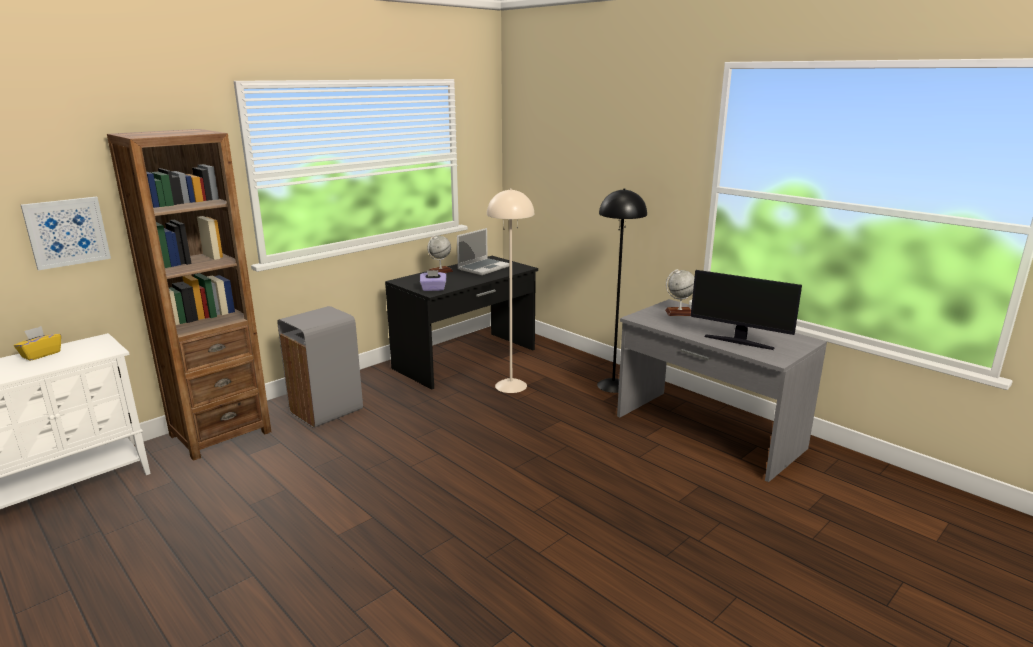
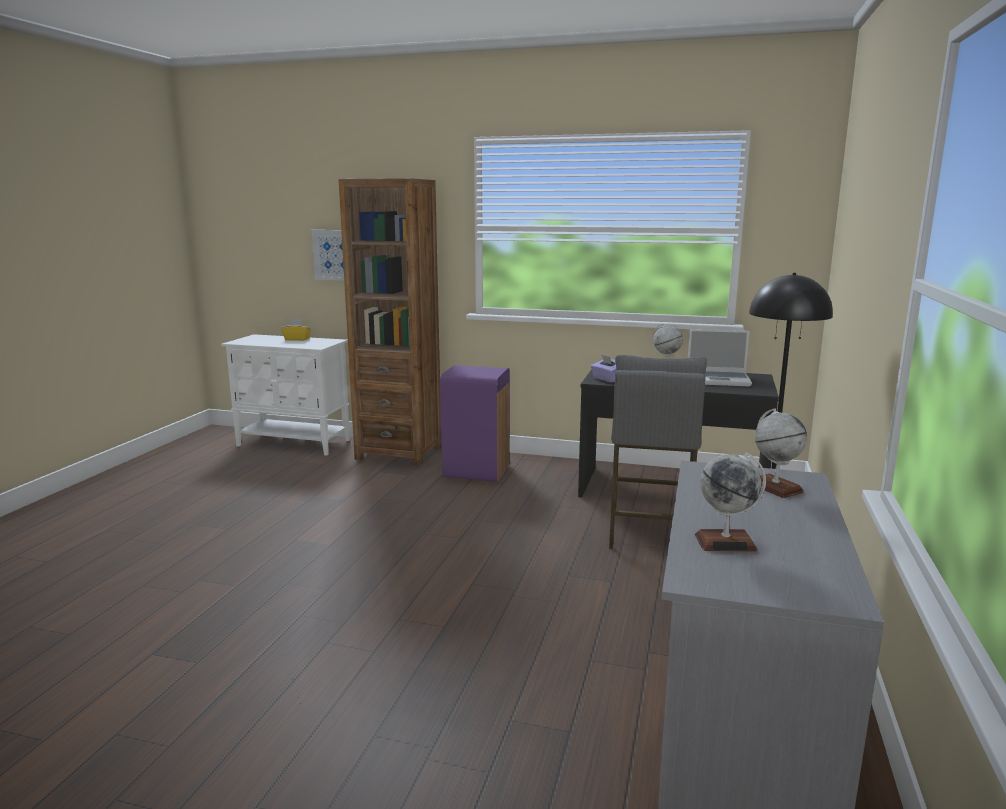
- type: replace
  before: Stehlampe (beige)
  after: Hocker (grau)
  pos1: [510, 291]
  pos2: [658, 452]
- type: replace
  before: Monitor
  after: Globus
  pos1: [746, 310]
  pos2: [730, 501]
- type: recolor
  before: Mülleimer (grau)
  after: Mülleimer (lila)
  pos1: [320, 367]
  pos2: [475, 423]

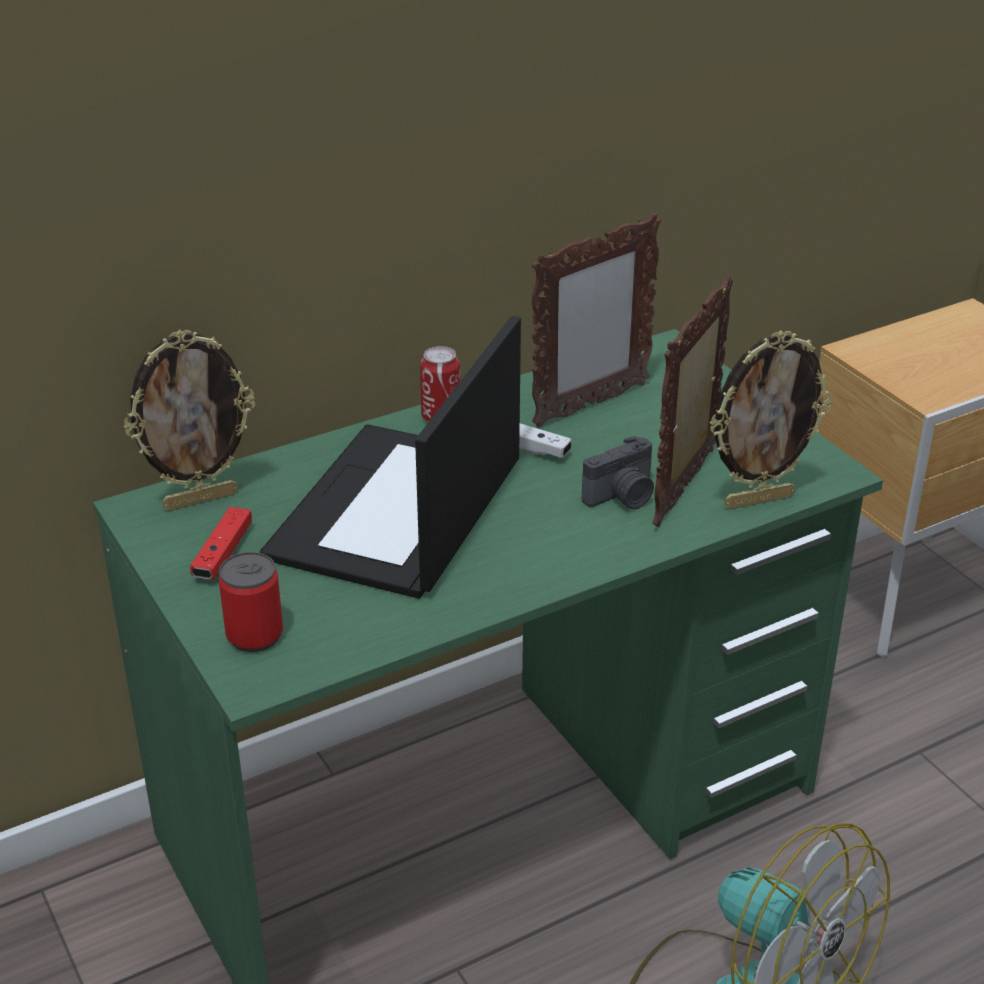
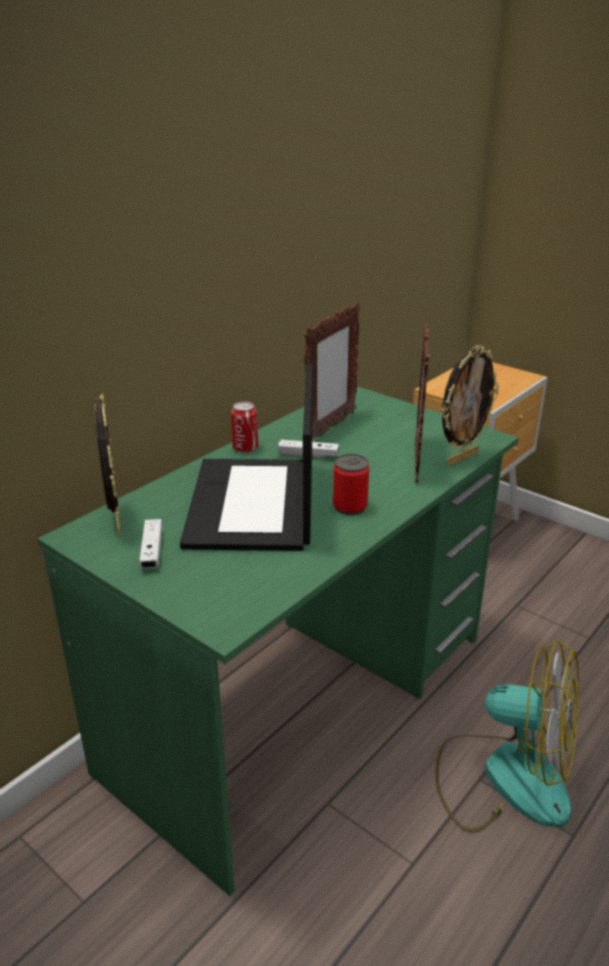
- type: rotate
  before: Bilderrahmen
  pos1: [189, 420]
  pos2: [107, 464]
  turn: -60
- type: delete
  before: Kamera
  pos1: [618, 473]
- type: recolor
  before: Gamepad (rot)
  after: Gamepad (weiß)
  pos1: [221, 543]
  pos2: [150, 544]
- type: move
  before: Dose
  pos1: [251, 602]
  pos2: [351, 484]

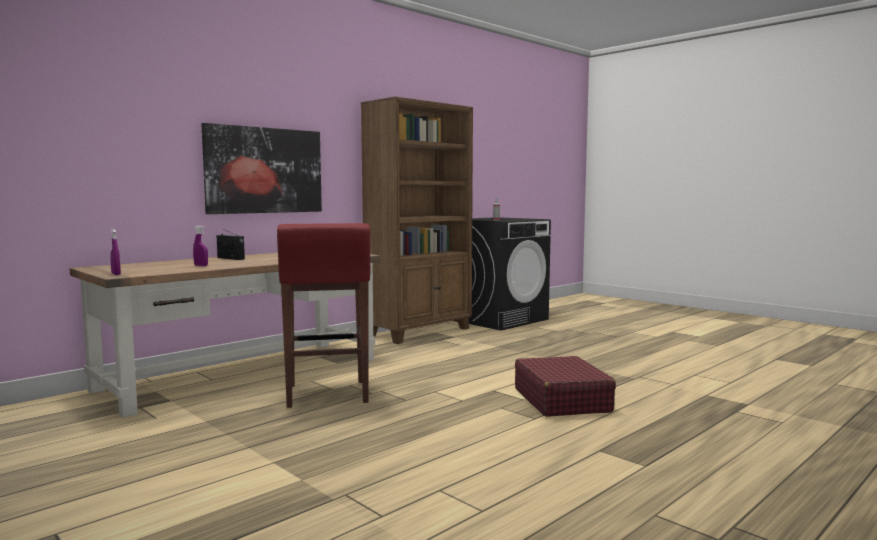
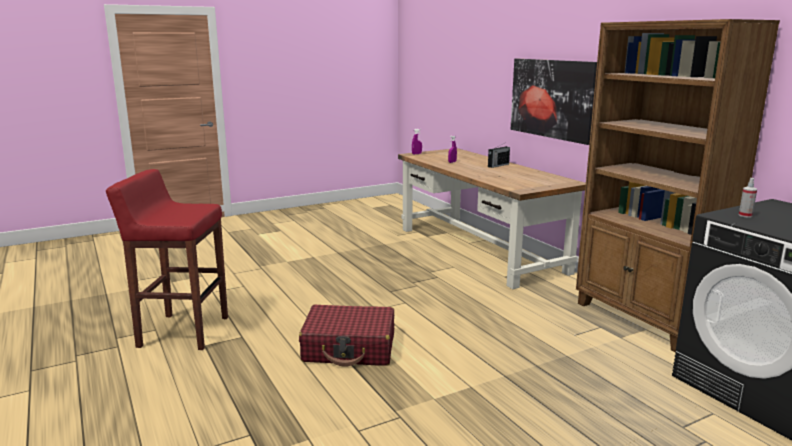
- type: move
  before: Hocker (rot)
  pos1: [324, 315]
  pos2: [167, 259]

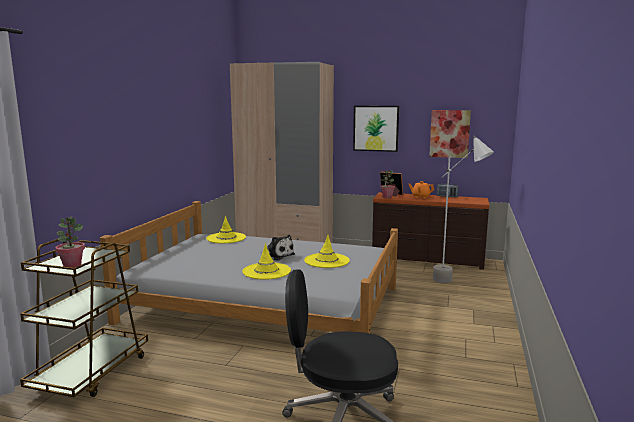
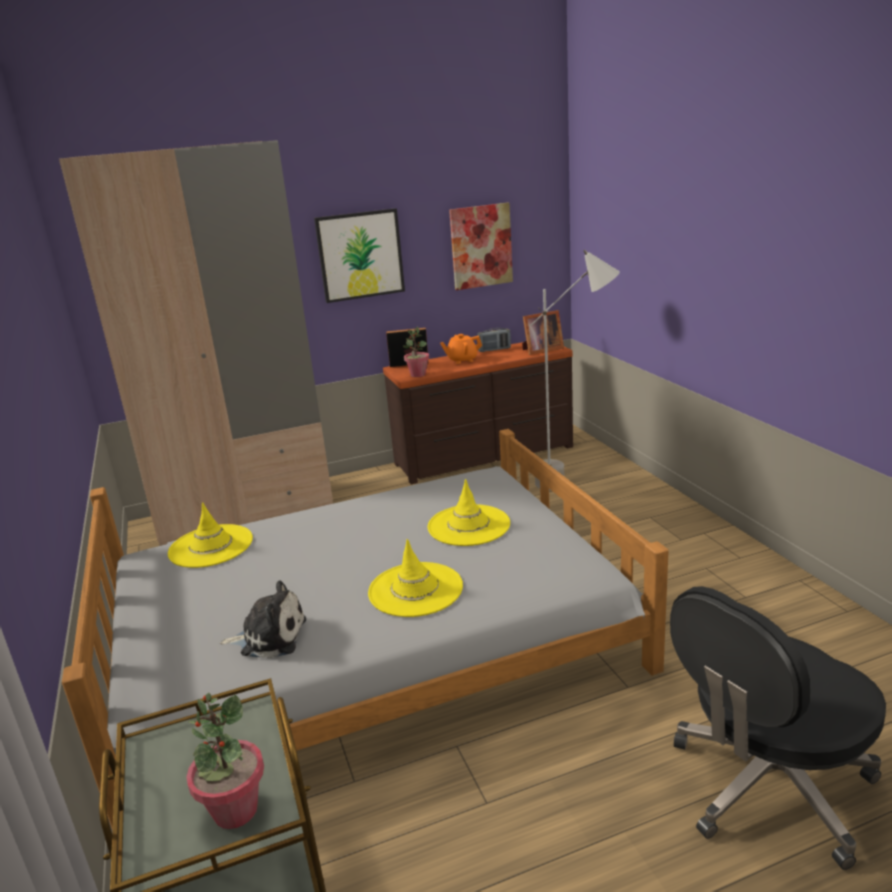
- type: move
  before: Plüschtier
  pos1: [278, 248]
  pos2: [263, 619]
- type: insert
  after: Bilderrahmen
  pos2: [543, 332]

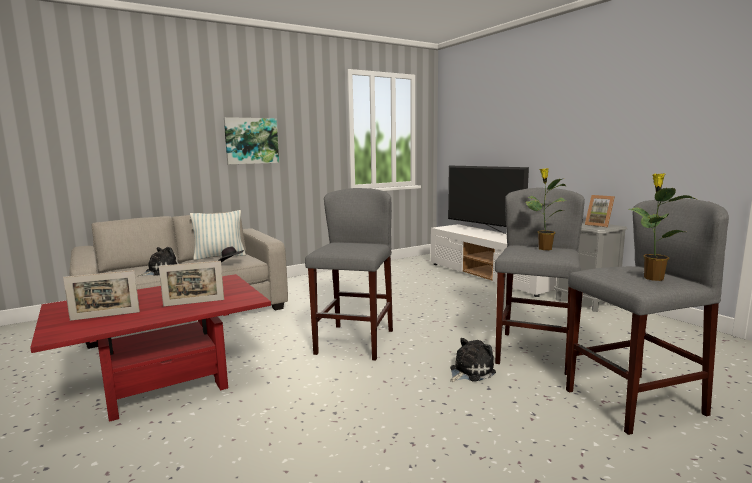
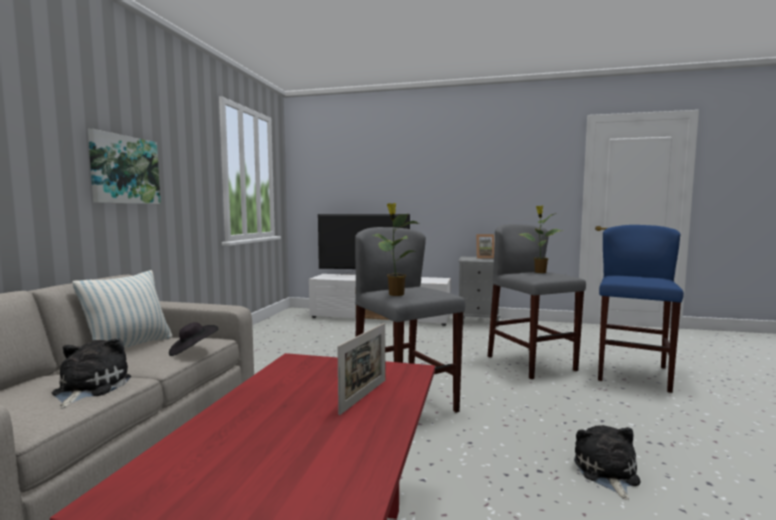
- type: move
  before: Topfpflanze
  pos1: [661, 227]
  pos2: [395, 249]
- type: recolor
  before: Hocker (grau)
  after: Hocker (blau)
  pos1: [647, 316]
  pos2: [641, 309]
- type: delete
  before: Bilderrahmen
  pos1: [101, 295]
- type: move
  before: Plüschtier
  pos1: [473, 360]
  pos2: [607, 462]

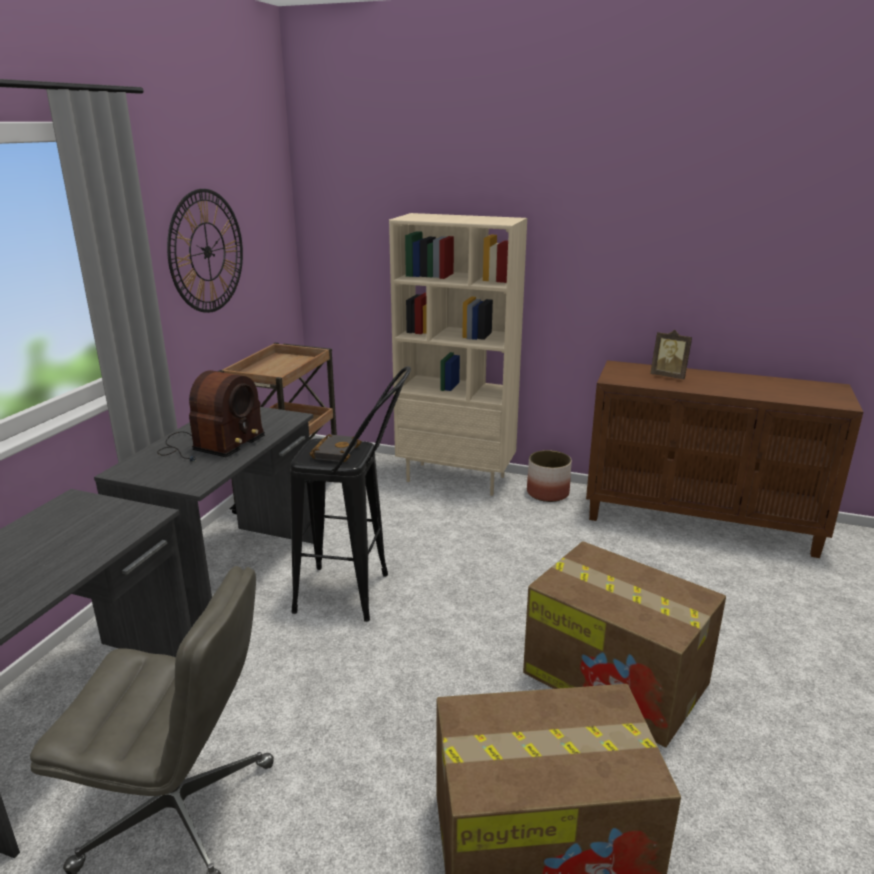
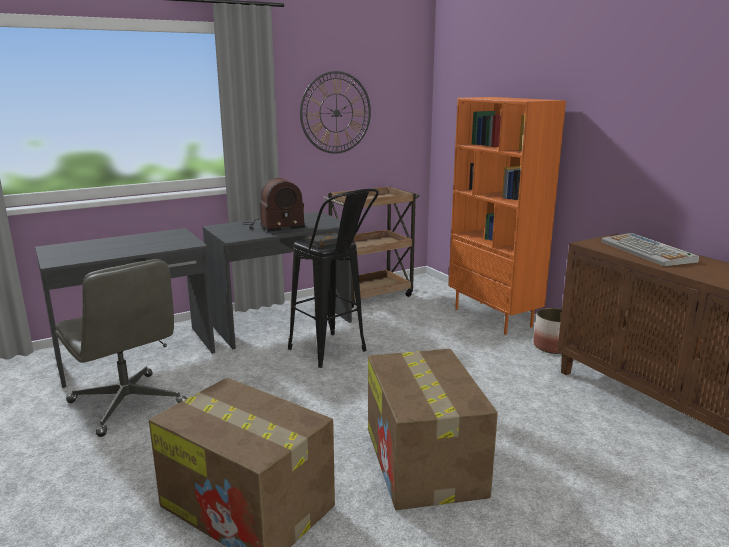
- type: recolor
  before: Bücherregal (beige)
  after: Bücherregal (orange)
  pos1: [458, 354]
  pos2: [507, 216]
- type: replace
  before: Bilderrahmen
  after: Tastatur
  pos1: [671, 355]
  pos2: [650, 249]

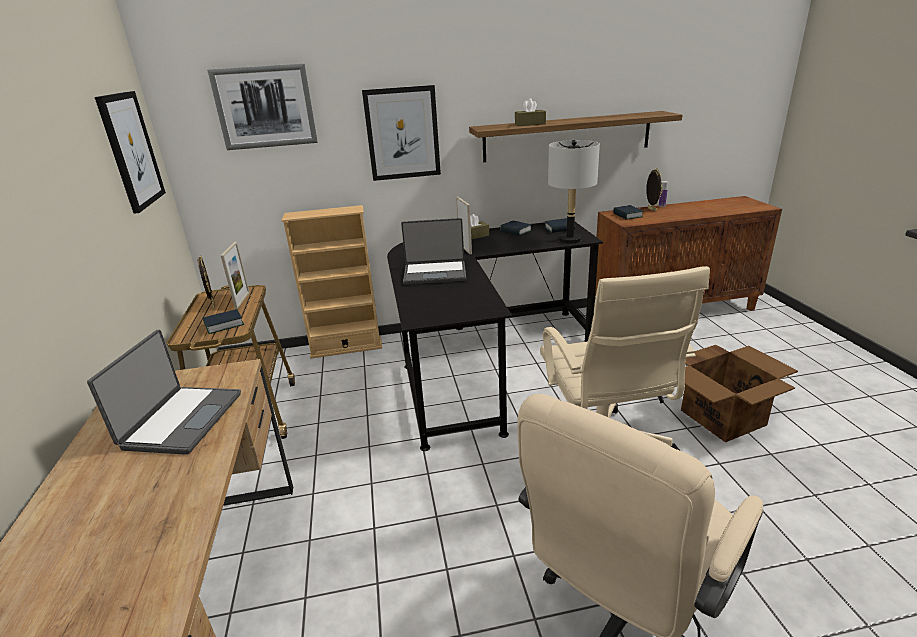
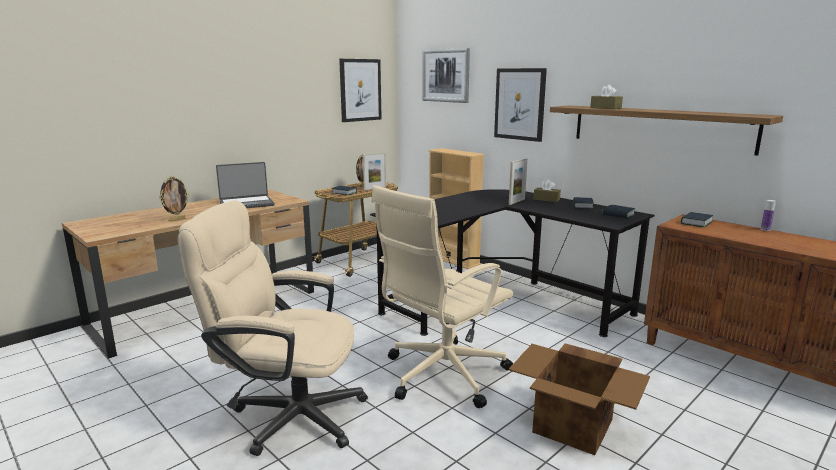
- type: delete
  before: Tischlampe (grau)
  pos1: [574, 192]
- type: move
  before: Bilderrahmen
  pos1: [654, 190]
  pos2: [174, 198]
- type: delete
  before: Laptop
  pos1: [433, 251]

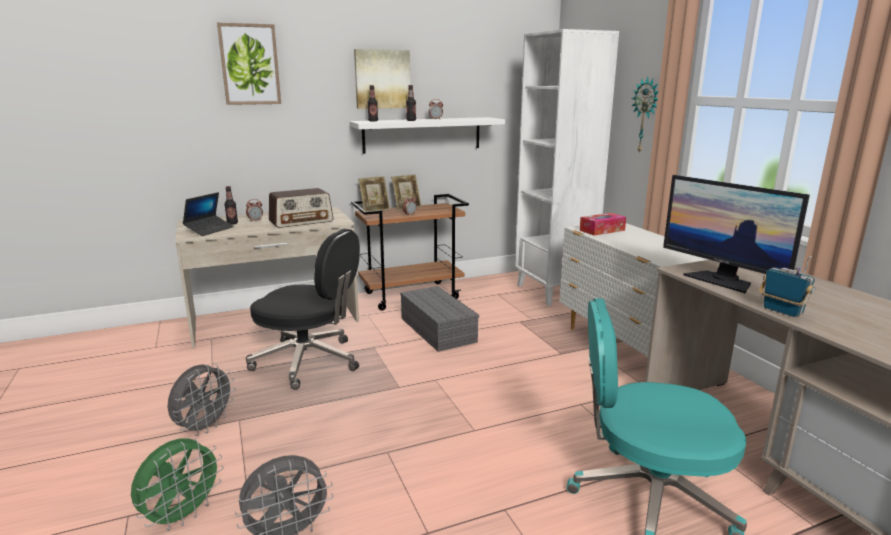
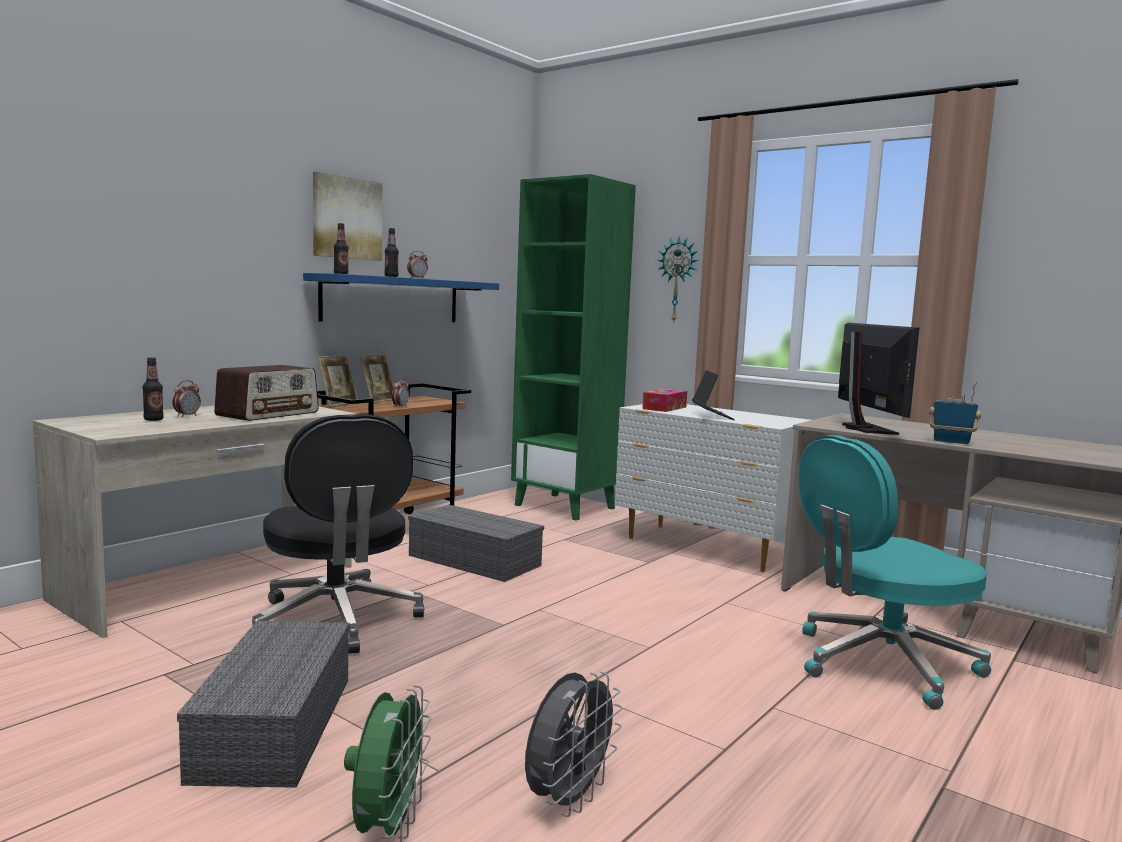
- type: delete
  before: Bild
  pos1: [249, 64]
- type: recolor
  before: Bücherregal (weiß)
  after: Bücherregal (grün)
  pos1: [567, 167]
  pos2: [573, 347]
- type: recolor
  before: Wandregal (weiß)
  after: Wandregal (blau)
  pos1: [427, 135]
  pos2: [401, 297]
- type: rotate
  before: Monitor
  pos1: [736, 234]
  pos2: [878, 379]
  turn: -120
- type: move
  before: Laptop
  pos1: [208, 214]
  pos2: [713, 395]
- type: rotate
  before: Bürostuhl (schwarz)
  pos1: [303, 309]
  pos2: [338, 534]
  turn: 75
- type: replace
  before: Ventilator (grau)
  after: Aufbewahrungsbox (grau)
  pos1: [202, 399]
  pos2: [263, 704]

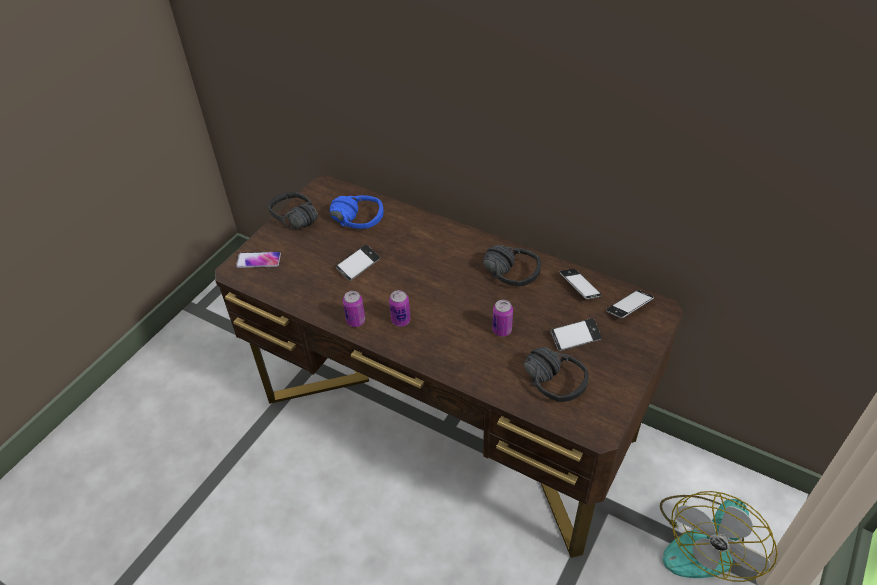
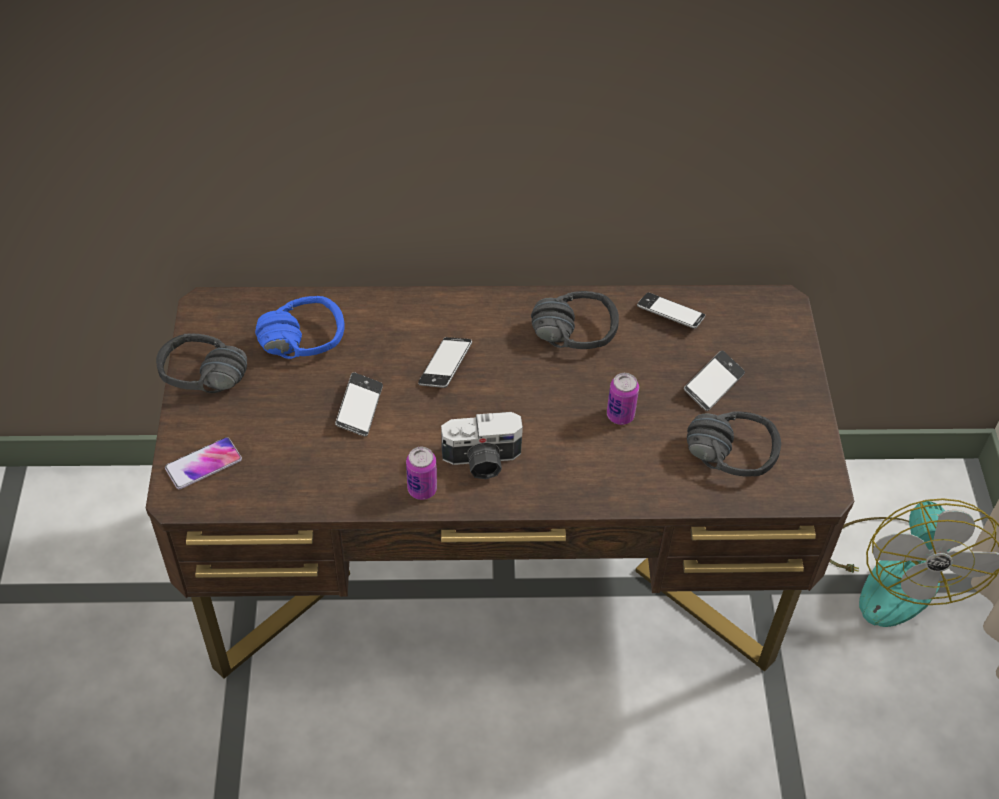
- type: replace
  before: Dose
  after: Kamera
  pos1: [399, 308]
  pos2: [482, 445]
- type: move
  before: Handy
  pos1: [630, 304]
  pos2: [445, 362]

